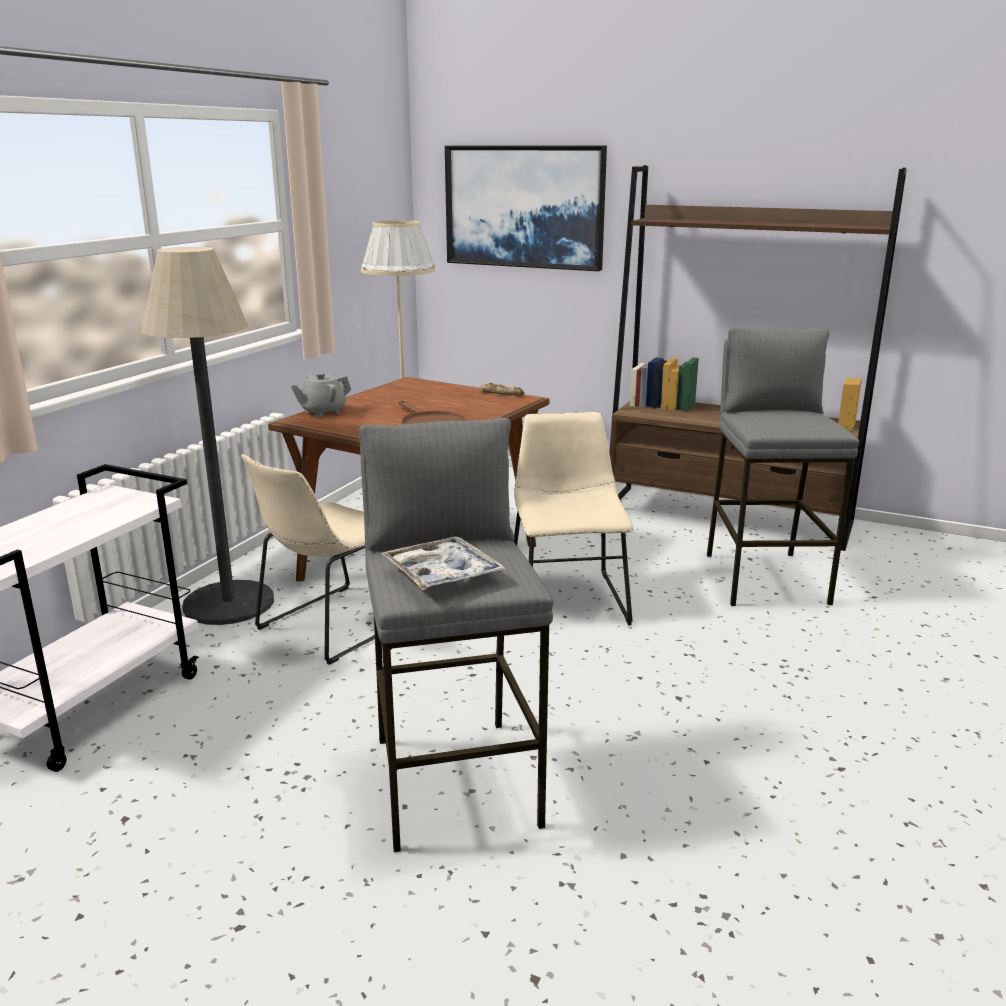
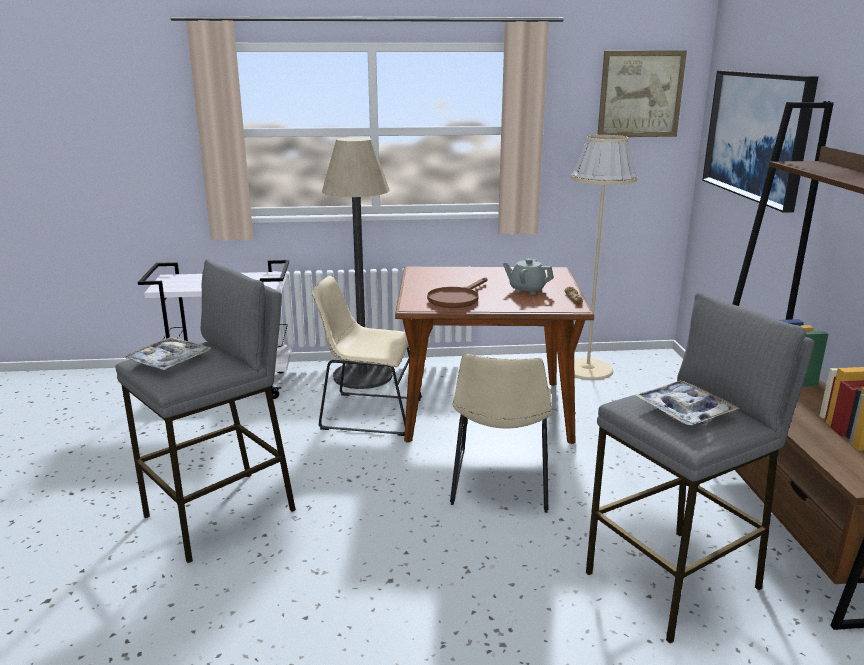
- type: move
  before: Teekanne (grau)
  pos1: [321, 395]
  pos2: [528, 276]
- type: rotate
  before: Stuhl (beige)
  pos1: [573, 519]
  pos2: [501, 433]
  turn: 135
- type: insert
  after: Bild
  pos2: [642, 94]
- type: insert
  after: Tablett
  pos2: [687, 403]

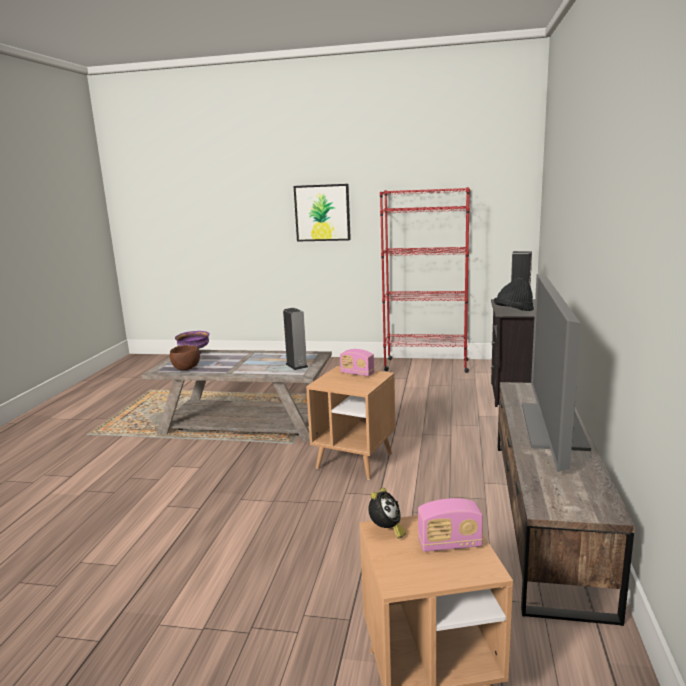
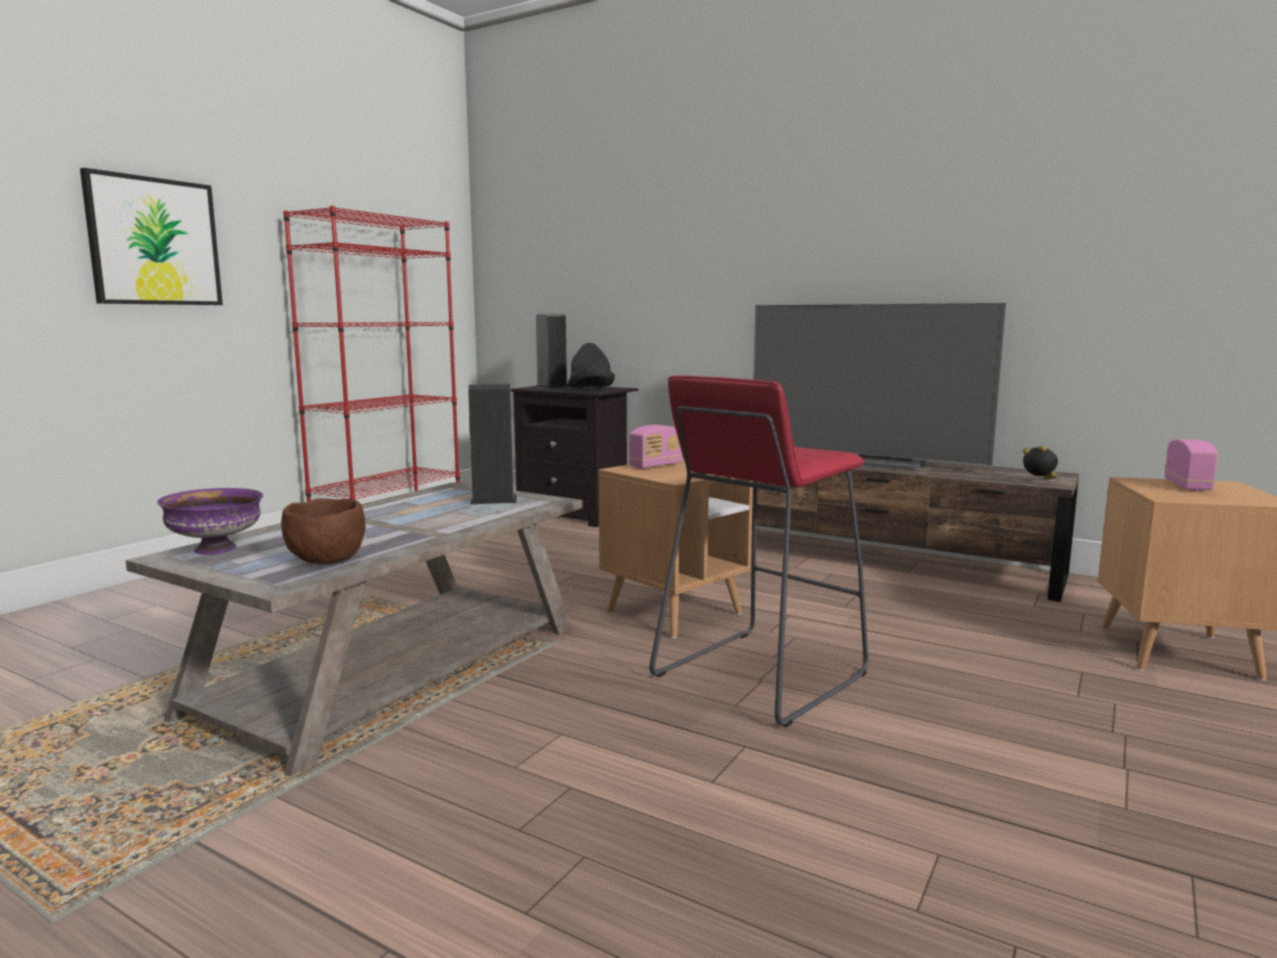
- type: move
  before: Wecker
  pos1: [387, 513]
  pos2: [1040, 462]
- type: insert
  after: Hocker (rot)
  pos2: [759, 551]

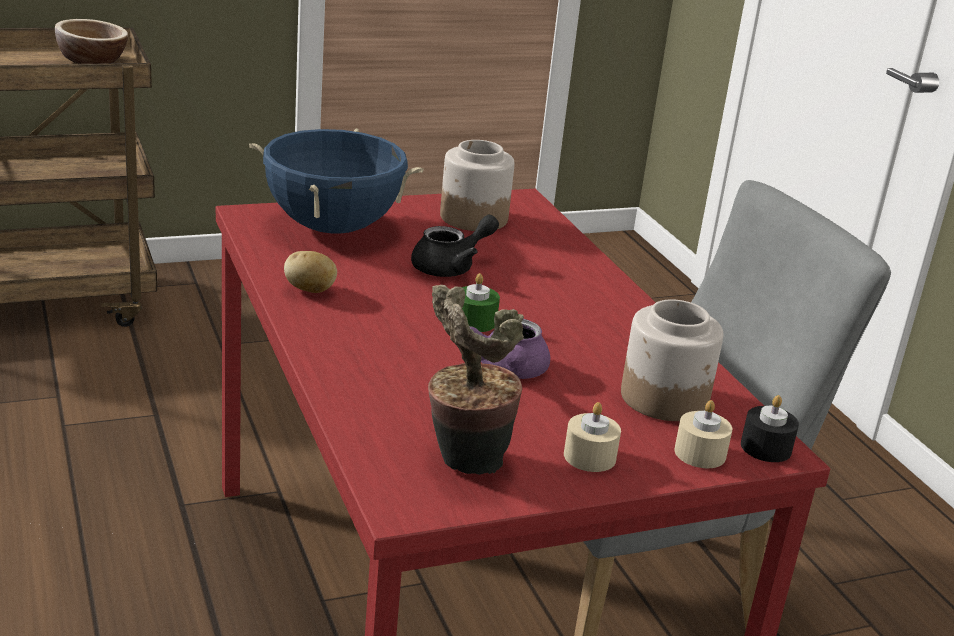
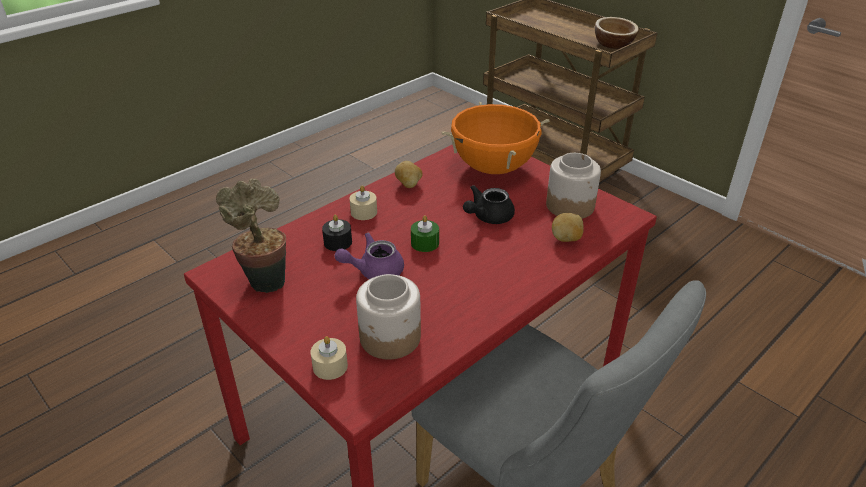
- type: recolor
  before: Kochtopf (blau)
  after: Kochtopf (orange)
  pos1: [336, 181]
  pos2: [495, 138]
- type: rotate
  before: Teekanne (schwarz)
  pos1: [455, 246]
  pos2: [489, 204]
  turn: 105
- type: move
  before: Kerze (schwarz)
  pos1: [770, 428]
  pos2: [337, 233]
- type: move
  before: Kerze (beige)
  pos1: [592, 437]
  pos2: [363, 202]
- type: insert
  after: Kartoffel
  pos2: [568, 227]

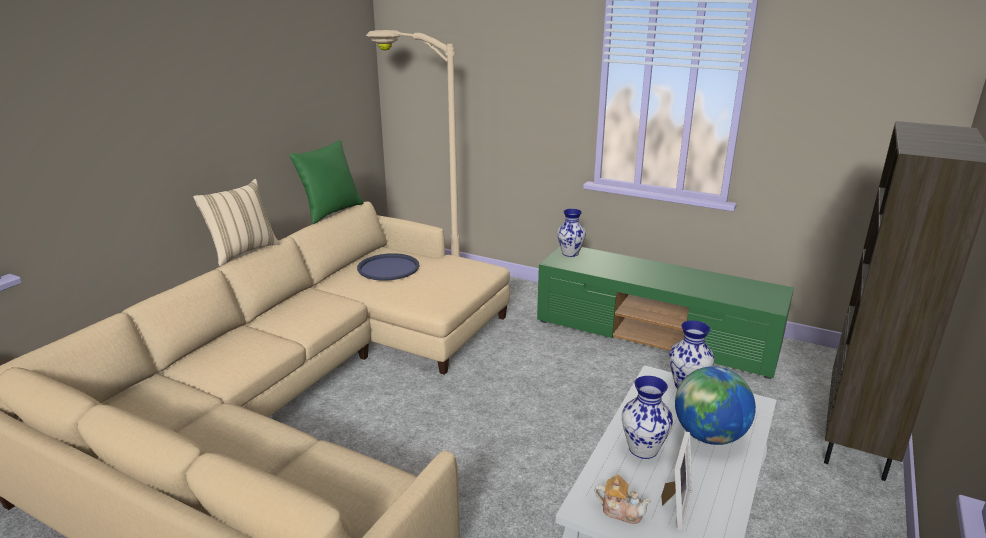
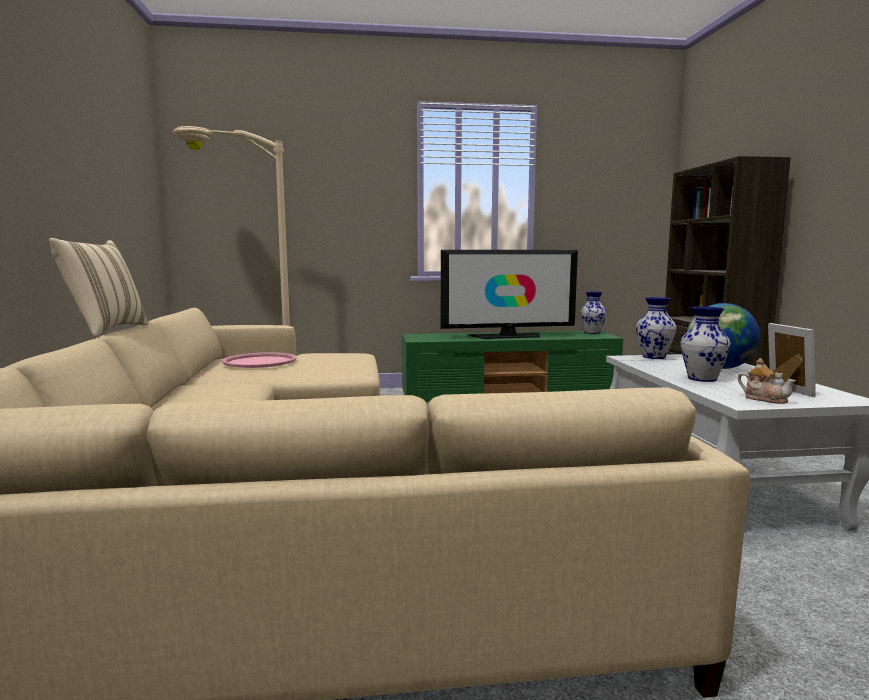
- type: delete
  before: Kissen (grün)
  pos1: [326, 182]
- type: move
  before: Vase
  pos1: [571, 233]
  pos2: [593, 312]
- type: recolor
  before: Tablett (blau)
  after: Tablett (rosa)
  pos1: [388, 267]
  pos2: [259, 360]
- type: rotate
  before: Teekanne
  pos1: [622, 499]
  pos2: [767, 381]
  turn: 60
- type: insert
  after: Fernseher
  pos2: [509, 294]

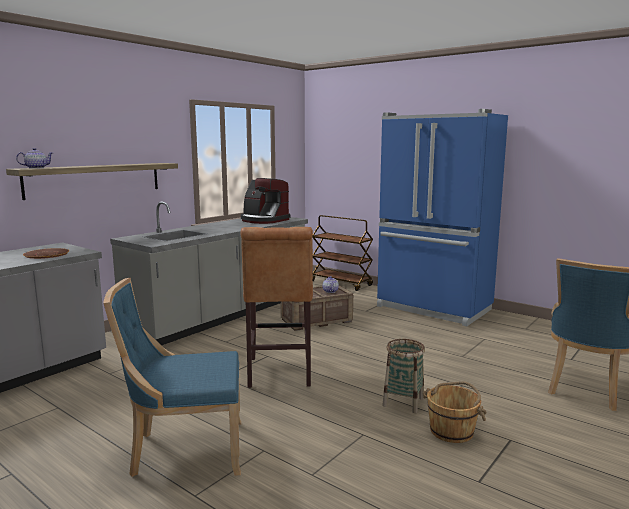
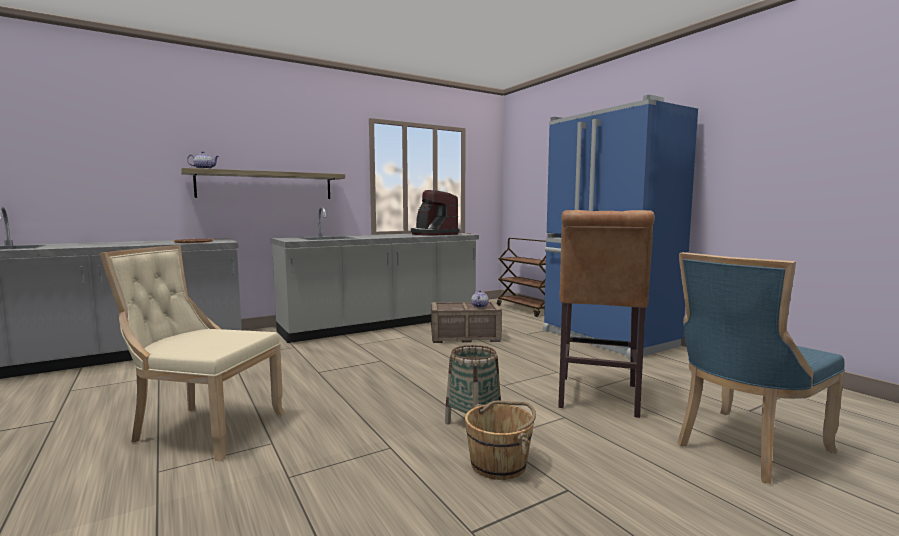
- type: move
  before: Hocker (braun)
  pos1: [276, 307]
  pos2: [606, 314]
- type: recolor
  before: Stuhl (blau)
  after: Stuhl (beige)
  pos1: [172, 377]
  pos2: [192, 353]

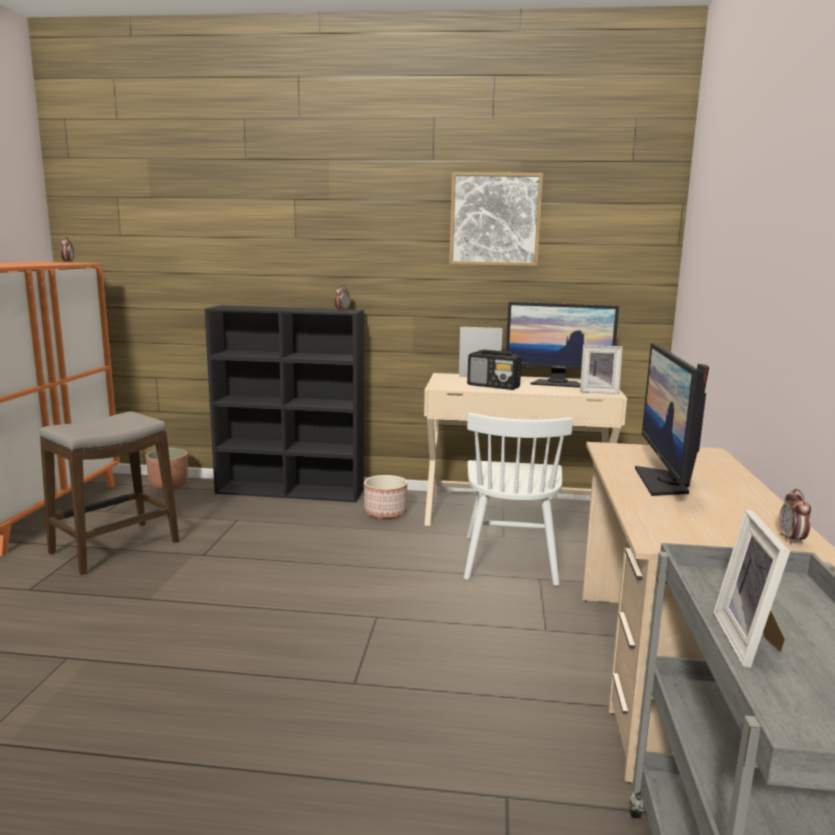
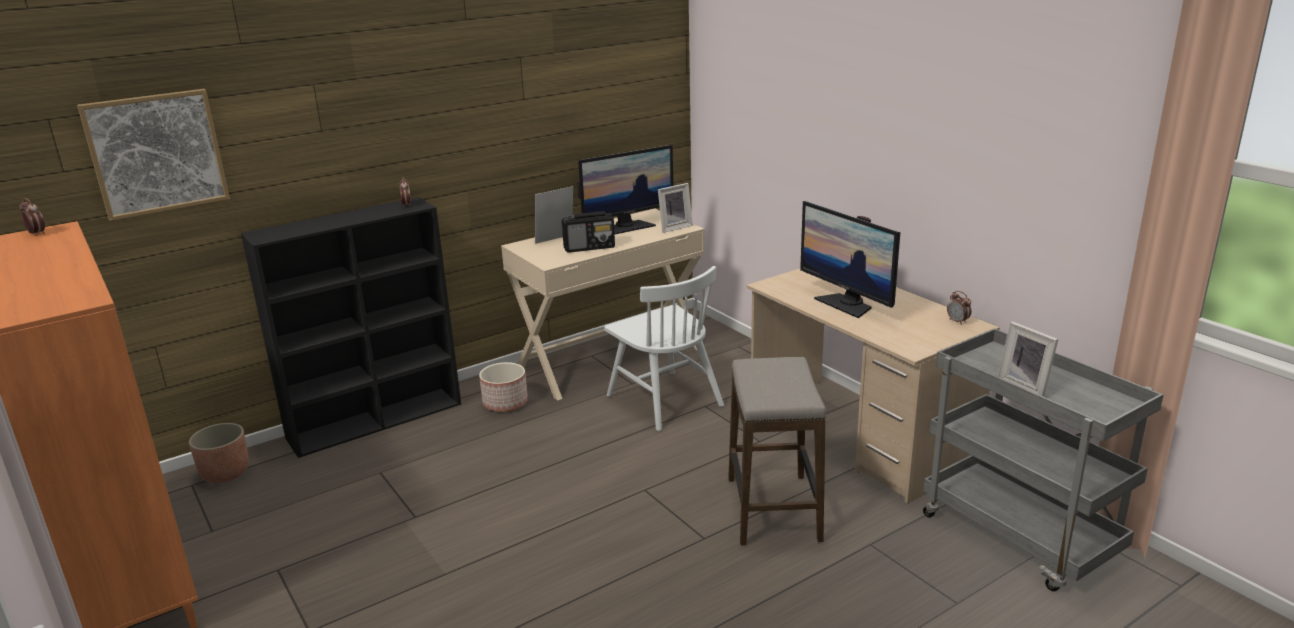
- type: move
  before: Bild
  pos1: [496, 219]
  pos2: [153, 155]
- type: move
  before: Hocker
  pos1: [109, 493]
  pos2: [777, 451]

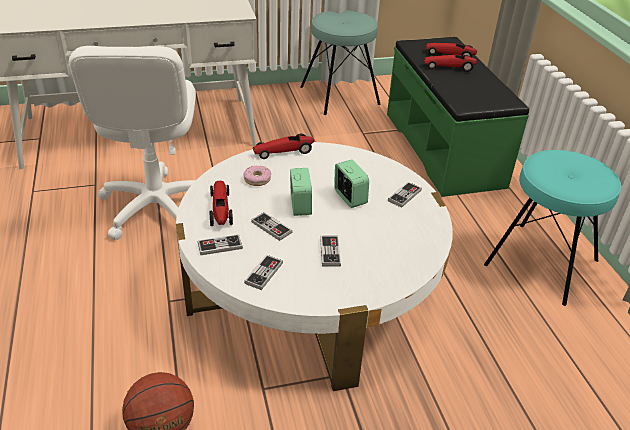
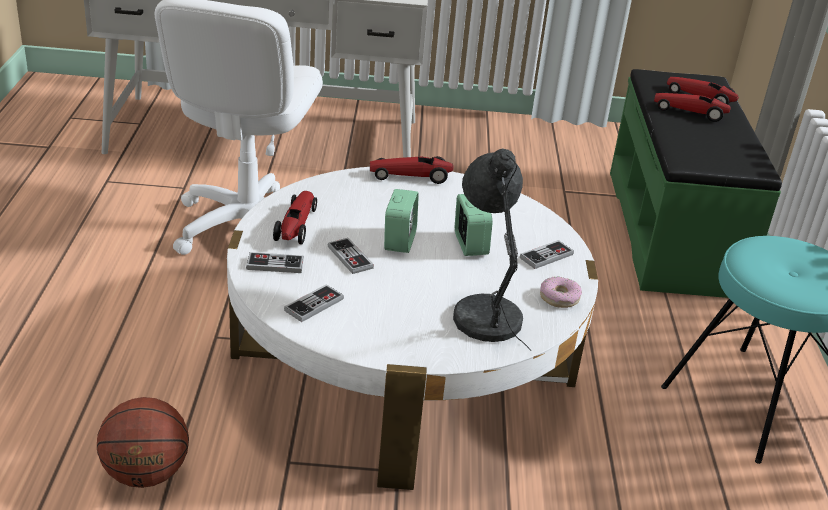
- type: delete
  before: Hocker (türkis)
  pos1: [340, 62]
- type: move
  before: Donut
  pos1: [257, 176]
  pos2: [561, 292]
- type: delete
  before: Gamepad
  pos1: [330, 251]
- type: insert
  after: Tischlampe (grau)
  pos2: [492, 249]

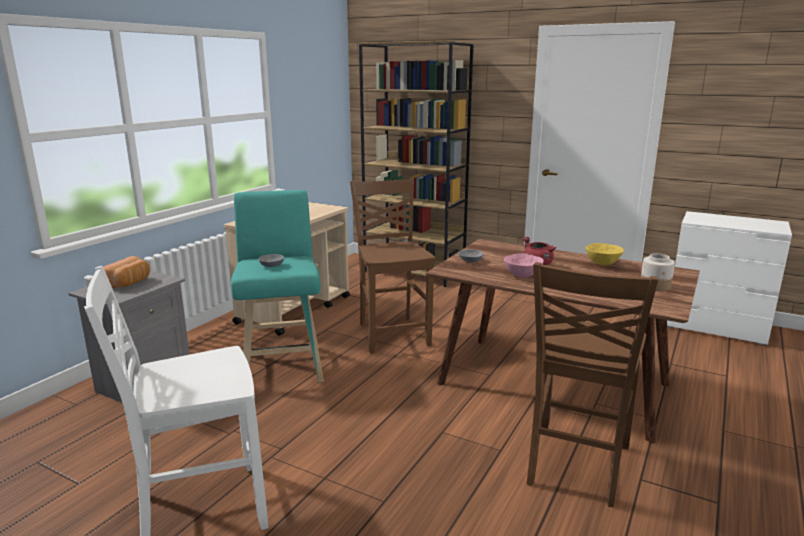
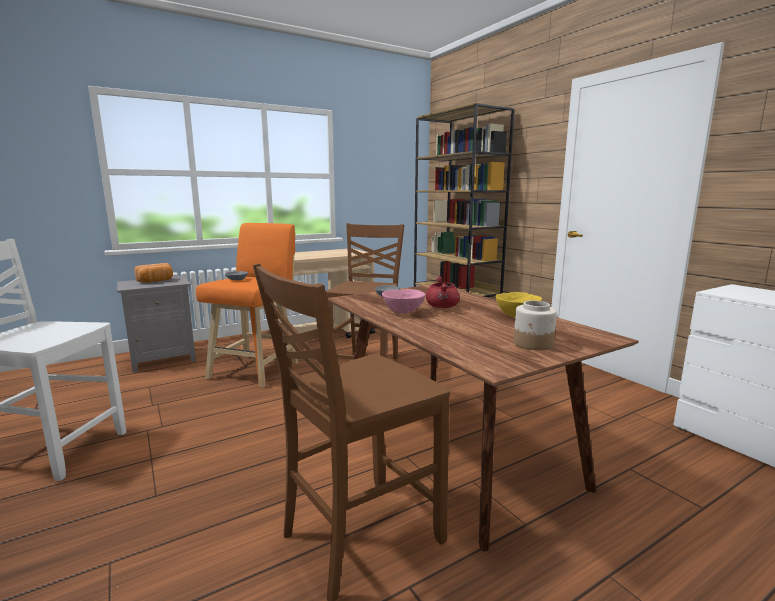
- type: recolor
  before: Hocker (türkis)
  after: Hocker (orange)
  pos1: [277, 286]
  pos2: [247, 305]

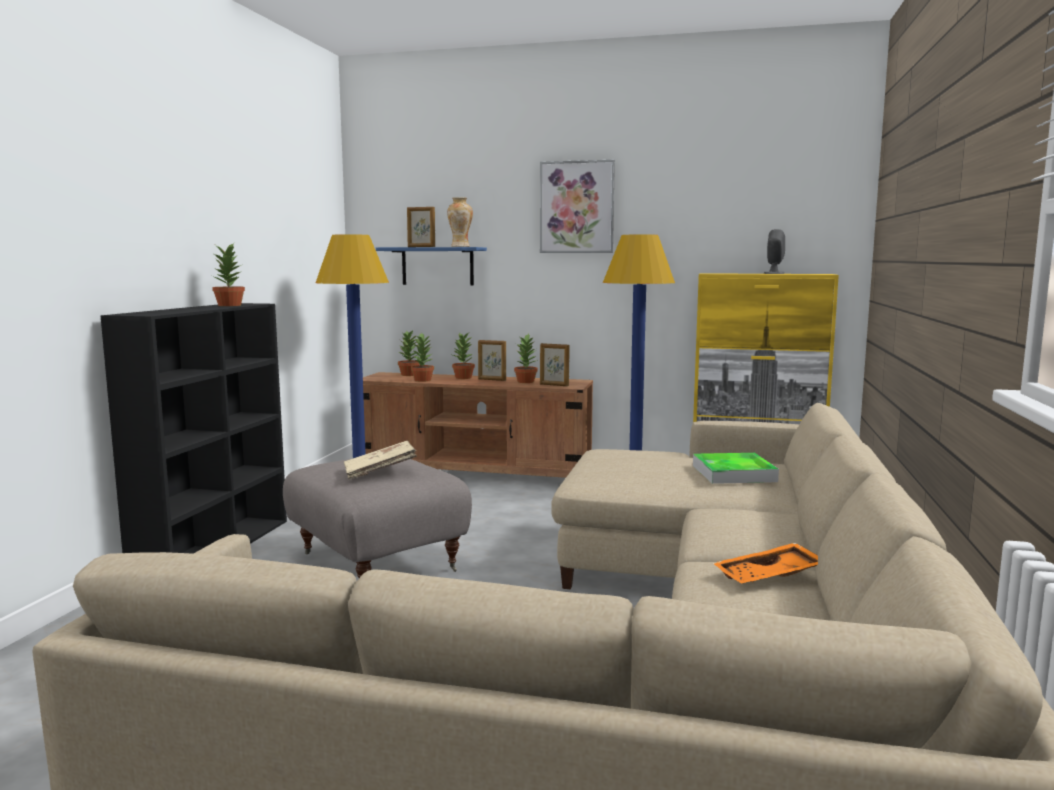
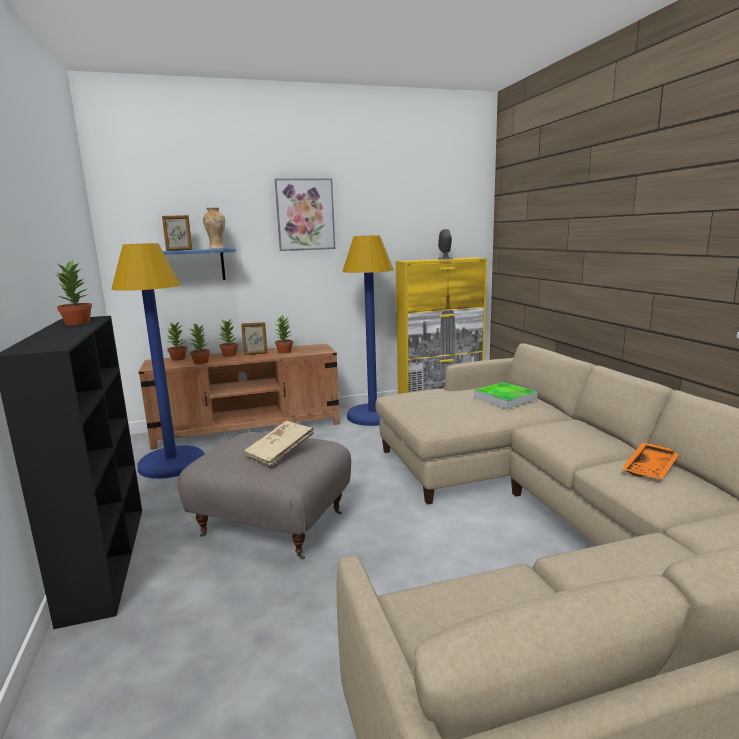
- type: delete
  before: Bilderrahmen
  pos1: [555, 364]

